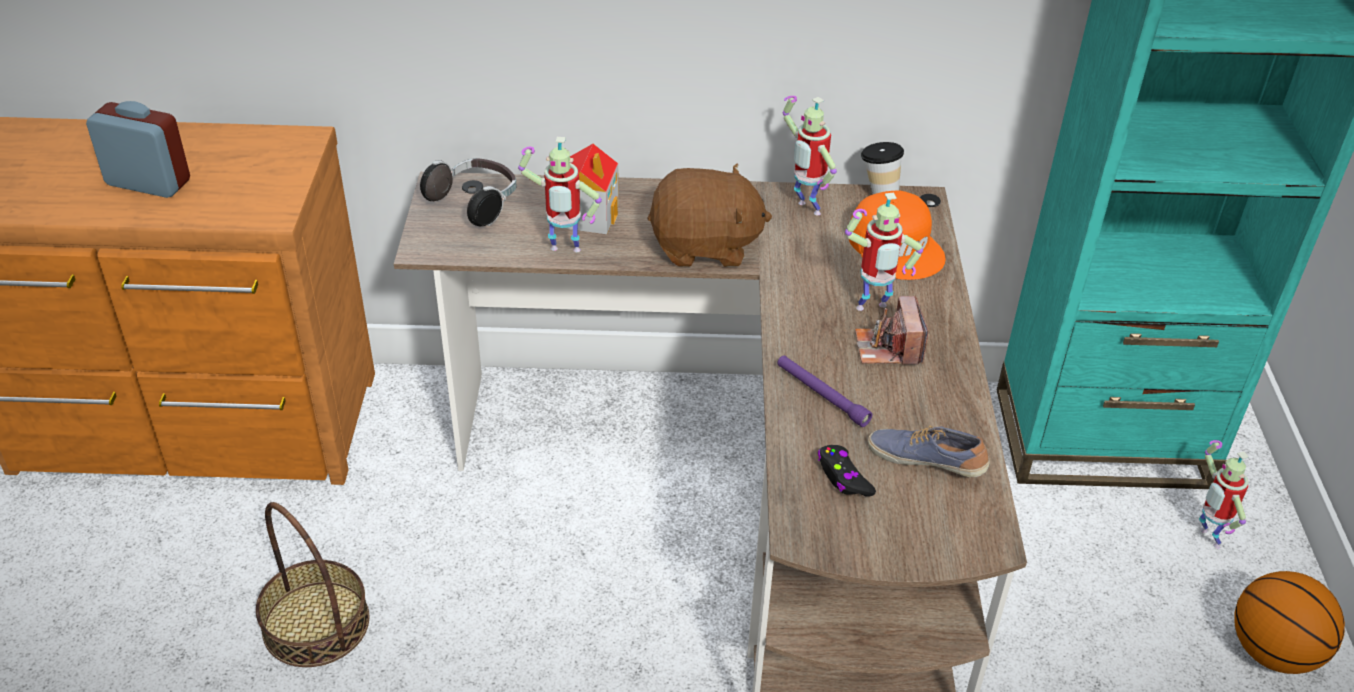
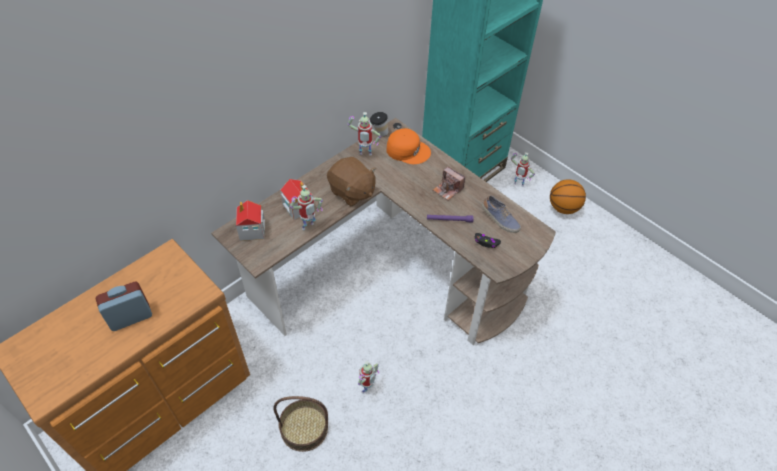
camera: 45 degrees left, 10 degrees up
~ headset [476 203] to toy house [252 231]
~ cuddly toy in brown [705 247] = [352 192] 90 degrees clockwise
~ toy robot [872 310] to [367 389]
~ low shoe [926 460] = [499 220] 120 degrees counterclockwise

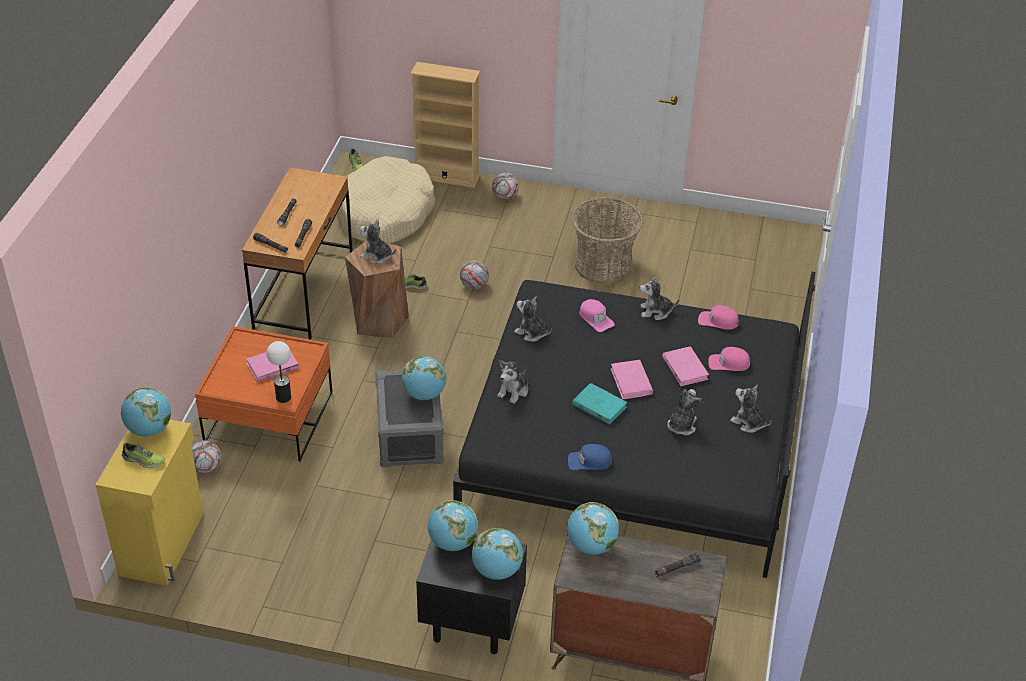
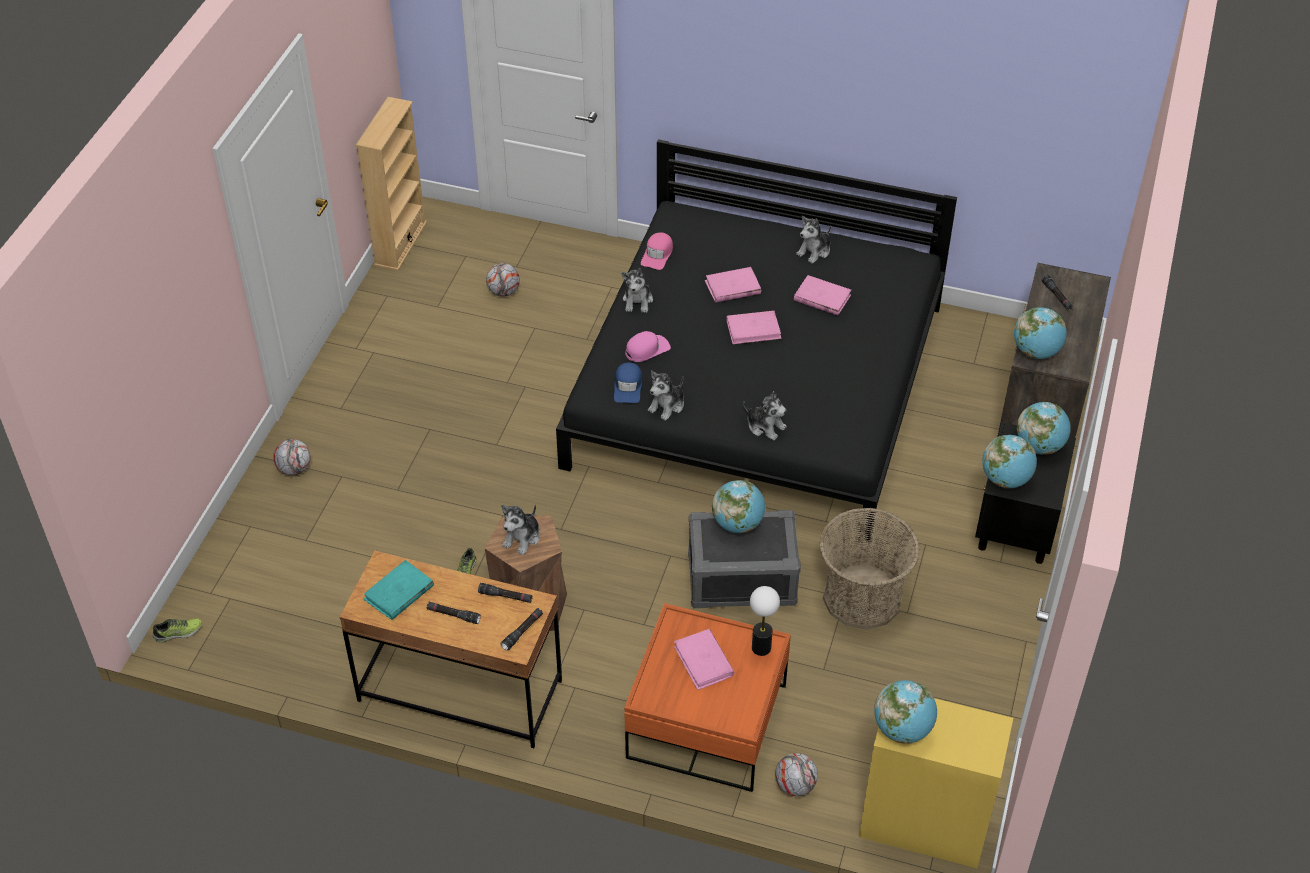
camera: 85 degrees left, 5 degrees up
~ bookshelf in sand-coloured [446 177] to [400 243]
~ volume in turquoise [599 406] to [399 593]
~ football ball [474 285] to [503 292]
~ cap in bluish [589 461] to [628 387]
~ cuddly toy [681 425] to volume in pink-coloured [821 298]
~ household basket [603 265] to [862 597]
- low shoe [143 460]
- dog cushion in sand-coloured [385 214]
- cap in pink-coloured [728 363]

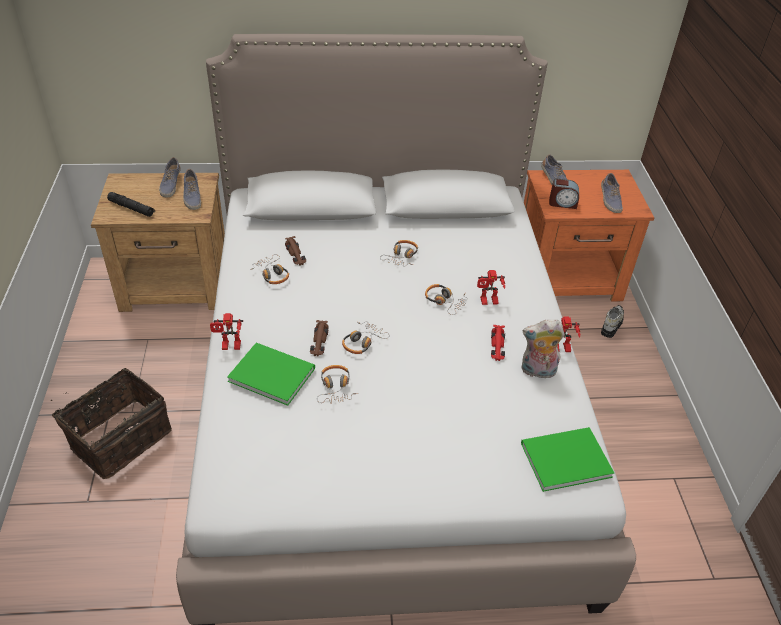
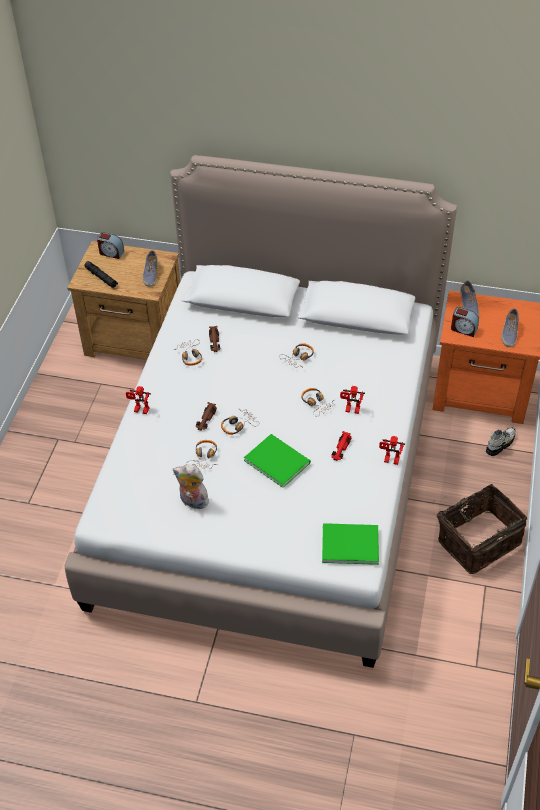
camera: 20 degrees right, 5 degrees up
+ bedside clock [111 253]
~ cuddly toy [537 371] to [192 502]
~ volume in greenish [271 373] to [276 460]
~ household basket [119 437] to [477 540]
- low shoe [170 185]

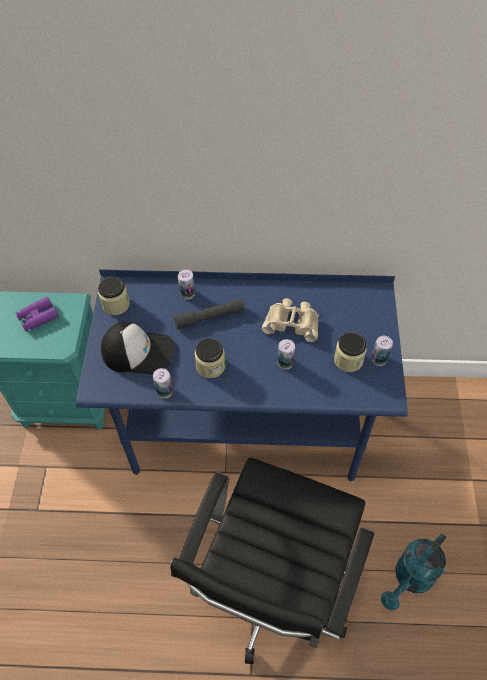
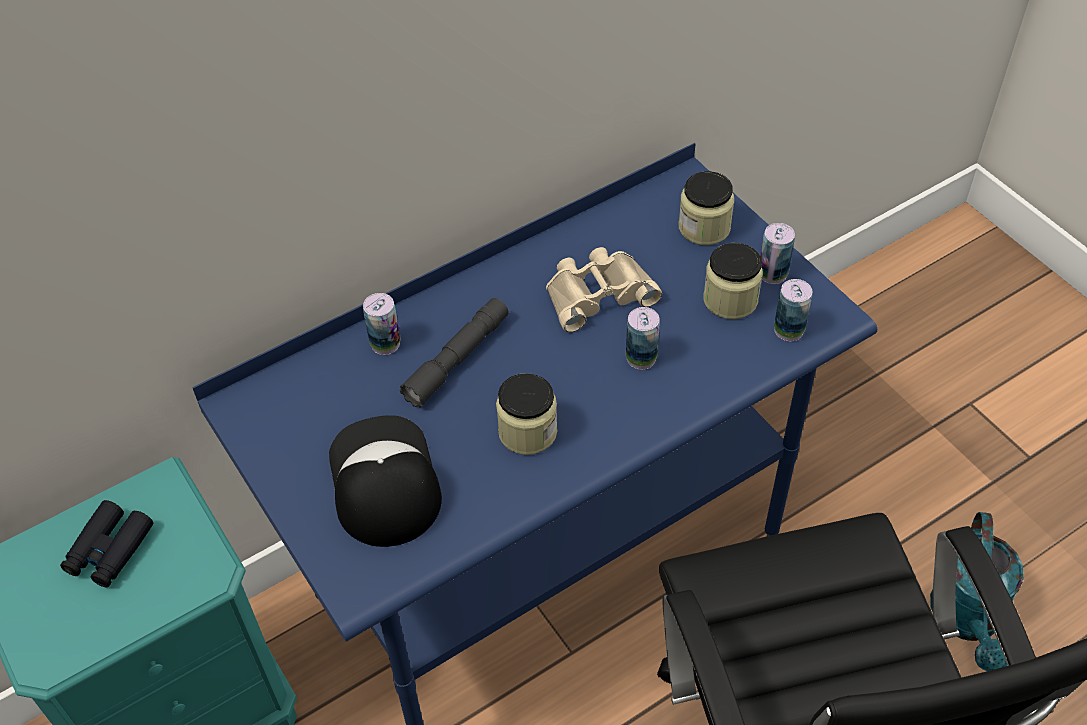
camera: 35 degrees left, 5 degrees down
~ pair of binoculars in purplish [38 317] to pair of binoculars in blackish [109 550]
~ cap [138 351] = [383 481] 75 degrees counterclockwise
~ preserve jar [116 304] to [704 227]
~ sealed can [164 391] to [788 330]

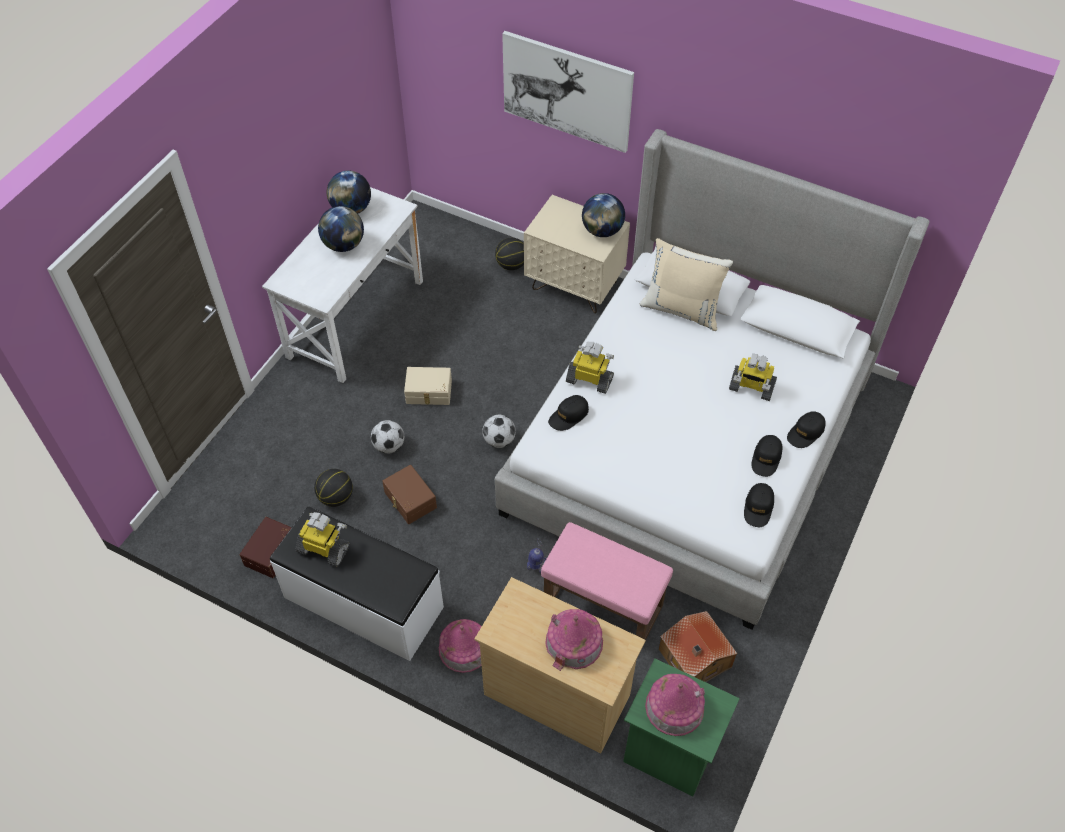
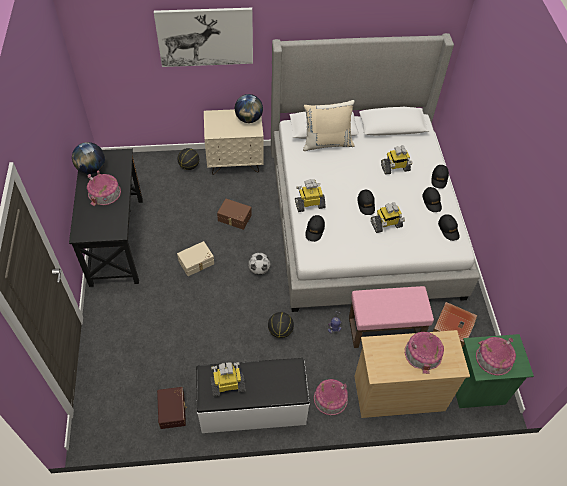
camera: 35 degrees left, 0 degrees up
~ desk in white [355 318] to desk in blackish [116 241]
~ globe [344 245] to toy house [104 193]
~ storage box in brown [409 500] to [234 218]
~ basketball [336 497] to [280 331]
+ cap in blackish [366 204]
+ toy robot [386 225]
- football ball [389 446]

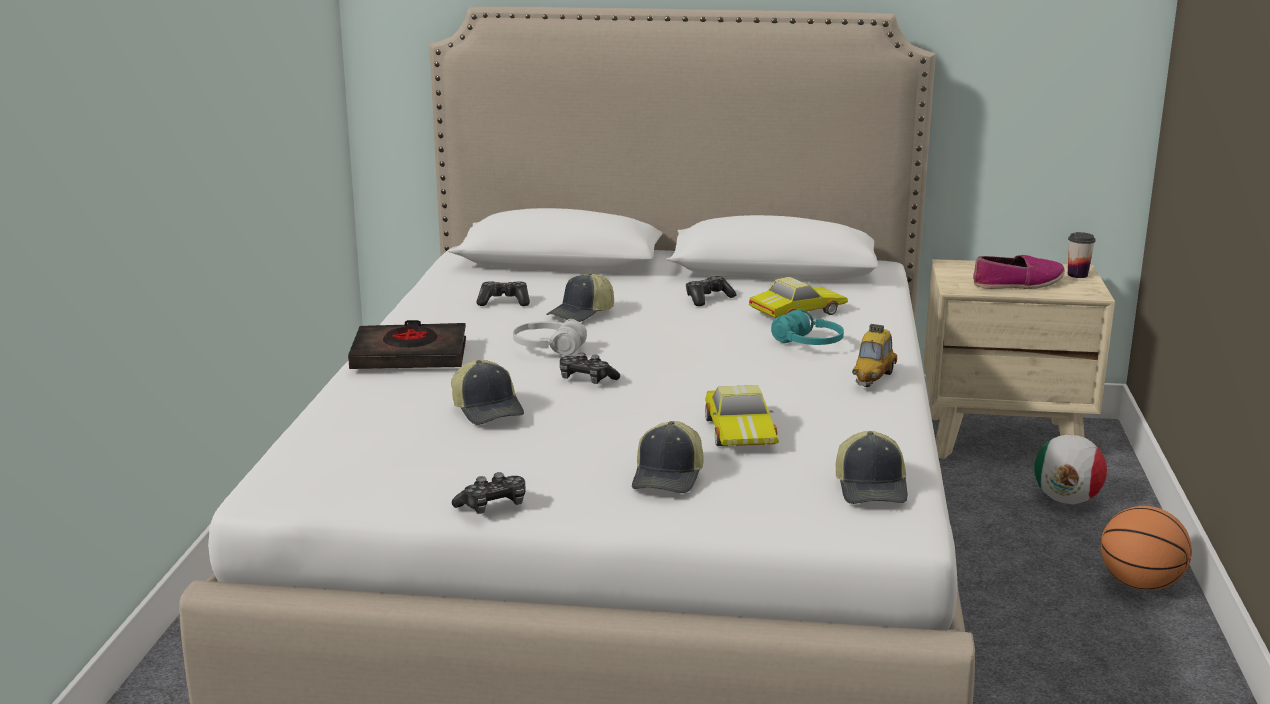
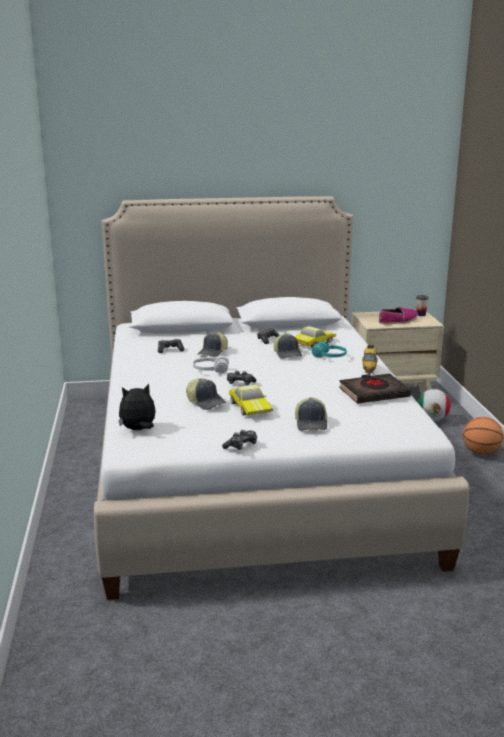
camera: 15 degrees left, 0 degrees up
+ cuddly toy [138 430]
~ model car [742 431] to [251 407]
~ cap [872 488] to [288 354]
~ volume in blackish [410 356] to [373 393]

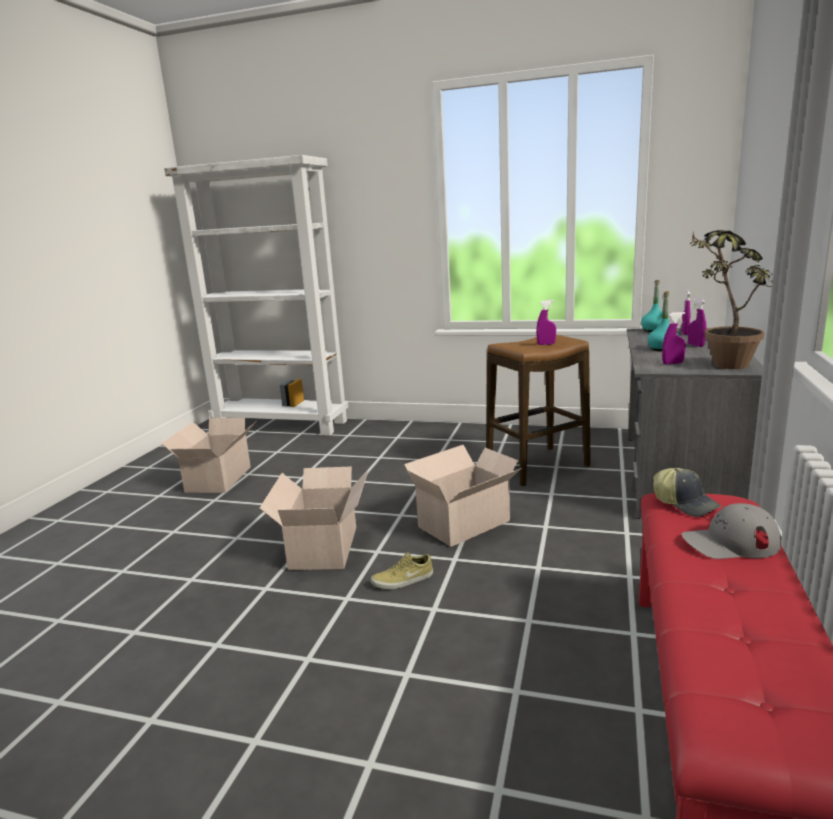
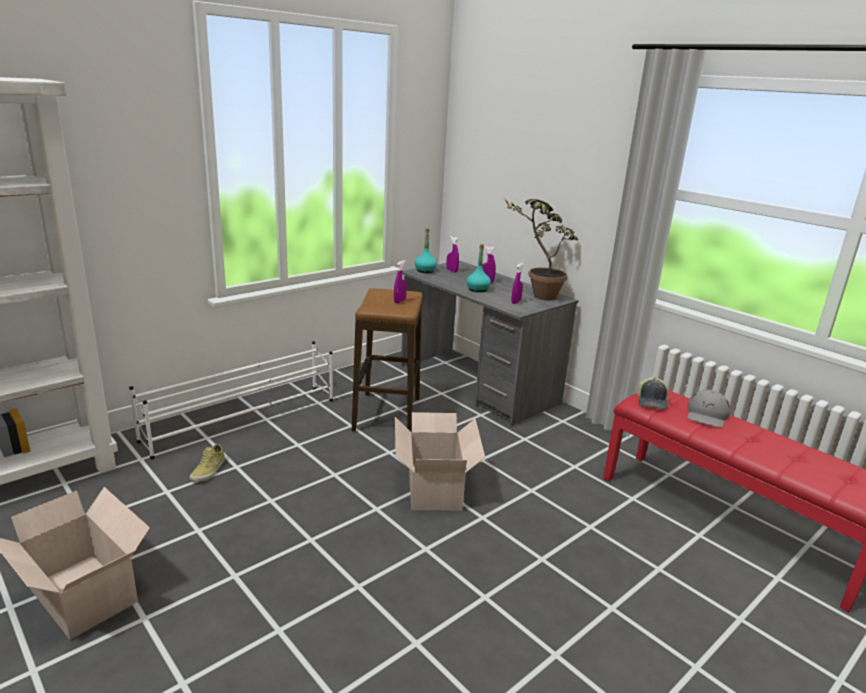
camera: 60 degrees left, 5 degrees up
+ shoe shelf in white [243 420]
~ low shoe in sand-coloured [403 580] to [209 470]
~ cap [685 503] = [652 401] 105 degrees clockwise
- carton [325 546]

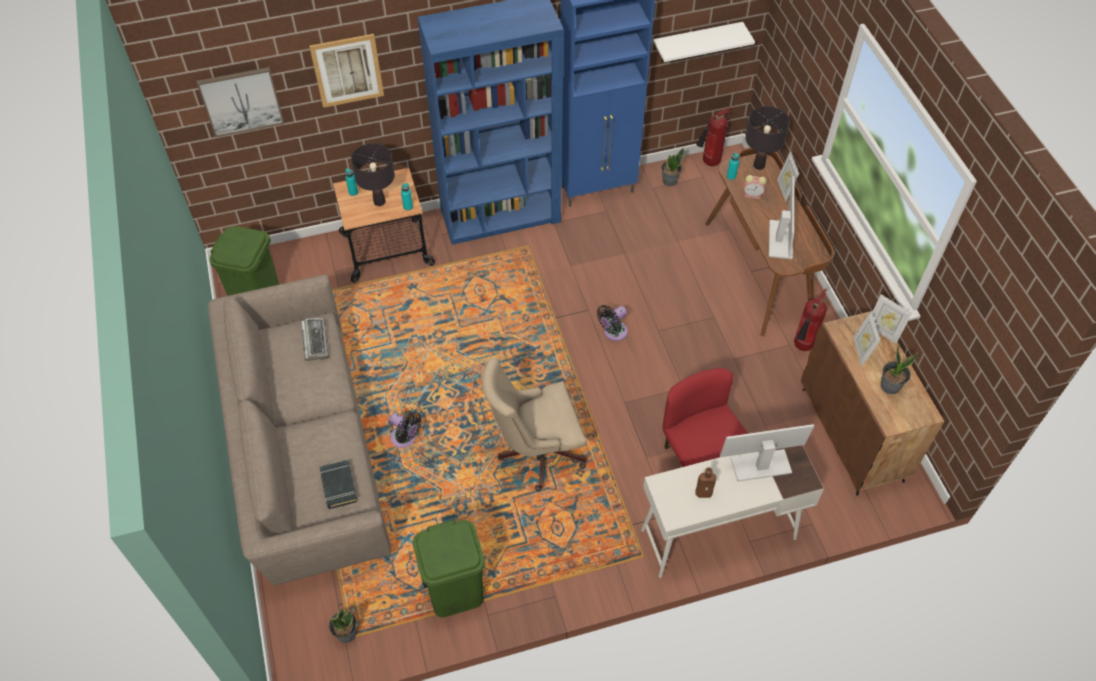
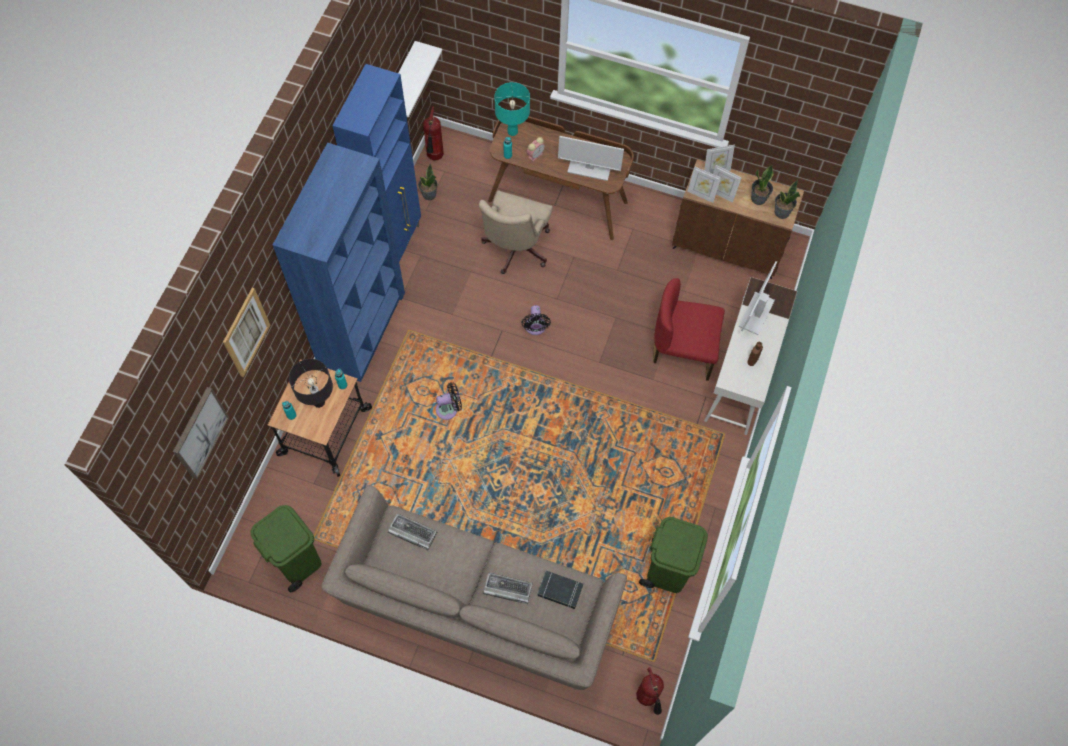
camera: 55 degrees left, 10 degrees up
~ fan in blackish [405 439] to [449 409]
~ office chair in sand-coloured [536 452] to [514 250]
+ keyboard [507 589]
~ lamp for a table in blackish [759 165] to lamp for a table in turquoise [512 131]
~ computer display [781 240] = [589 169] 150 degrees clockwise
~ fire-fighting cylinder [802 347] to [647 698]
~ picture frame [784 190] to [701 194]
~ plant in a pot [346 633] to [781 212]

